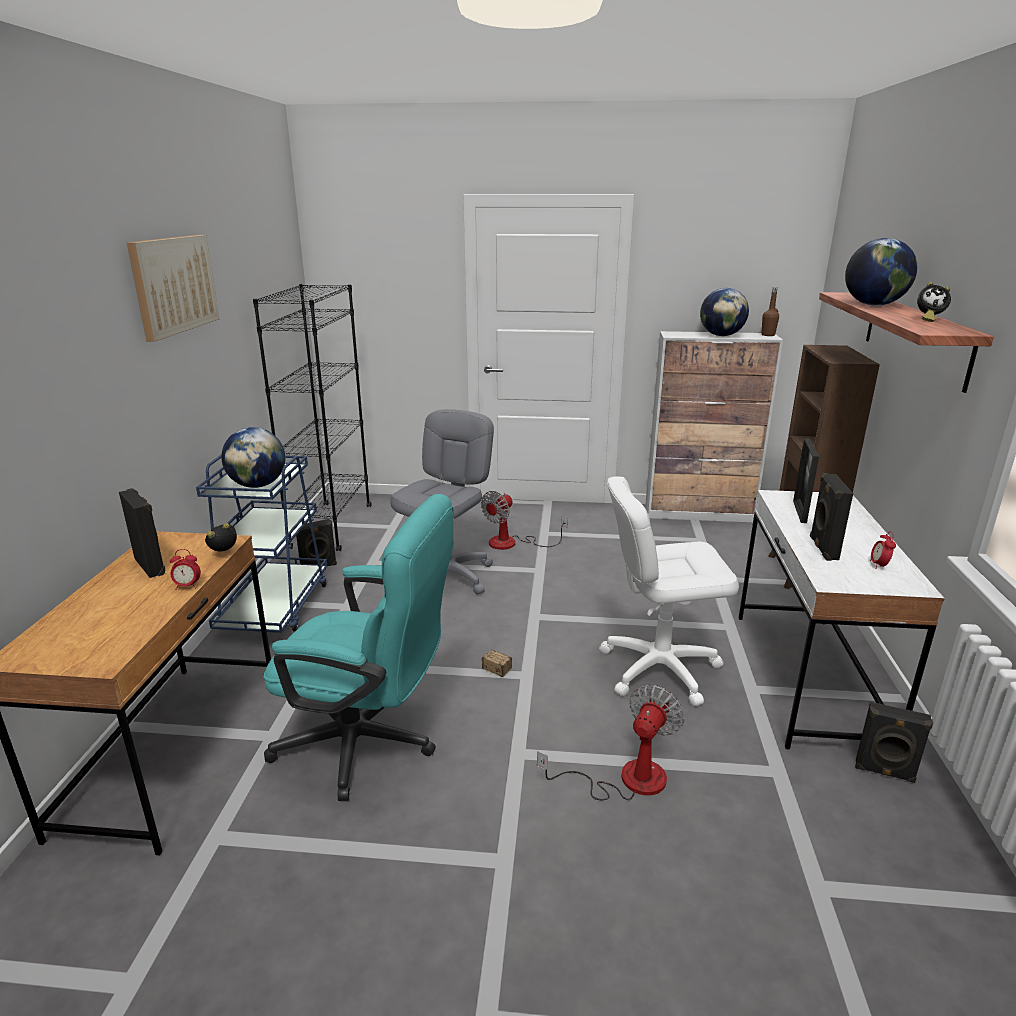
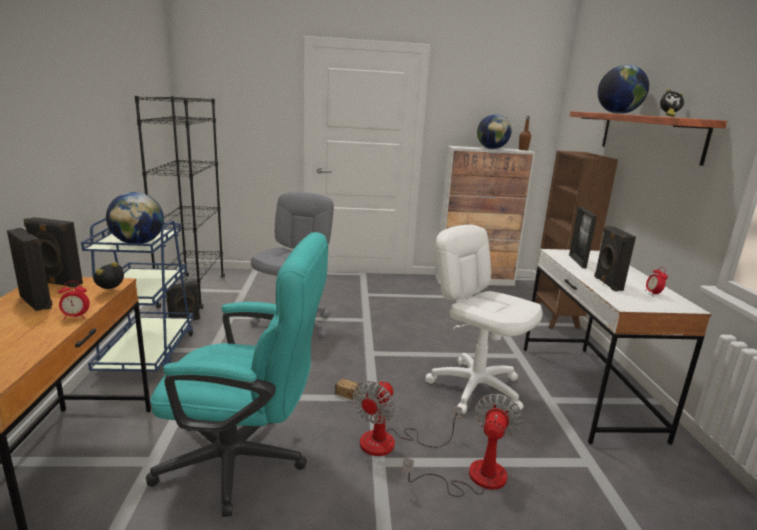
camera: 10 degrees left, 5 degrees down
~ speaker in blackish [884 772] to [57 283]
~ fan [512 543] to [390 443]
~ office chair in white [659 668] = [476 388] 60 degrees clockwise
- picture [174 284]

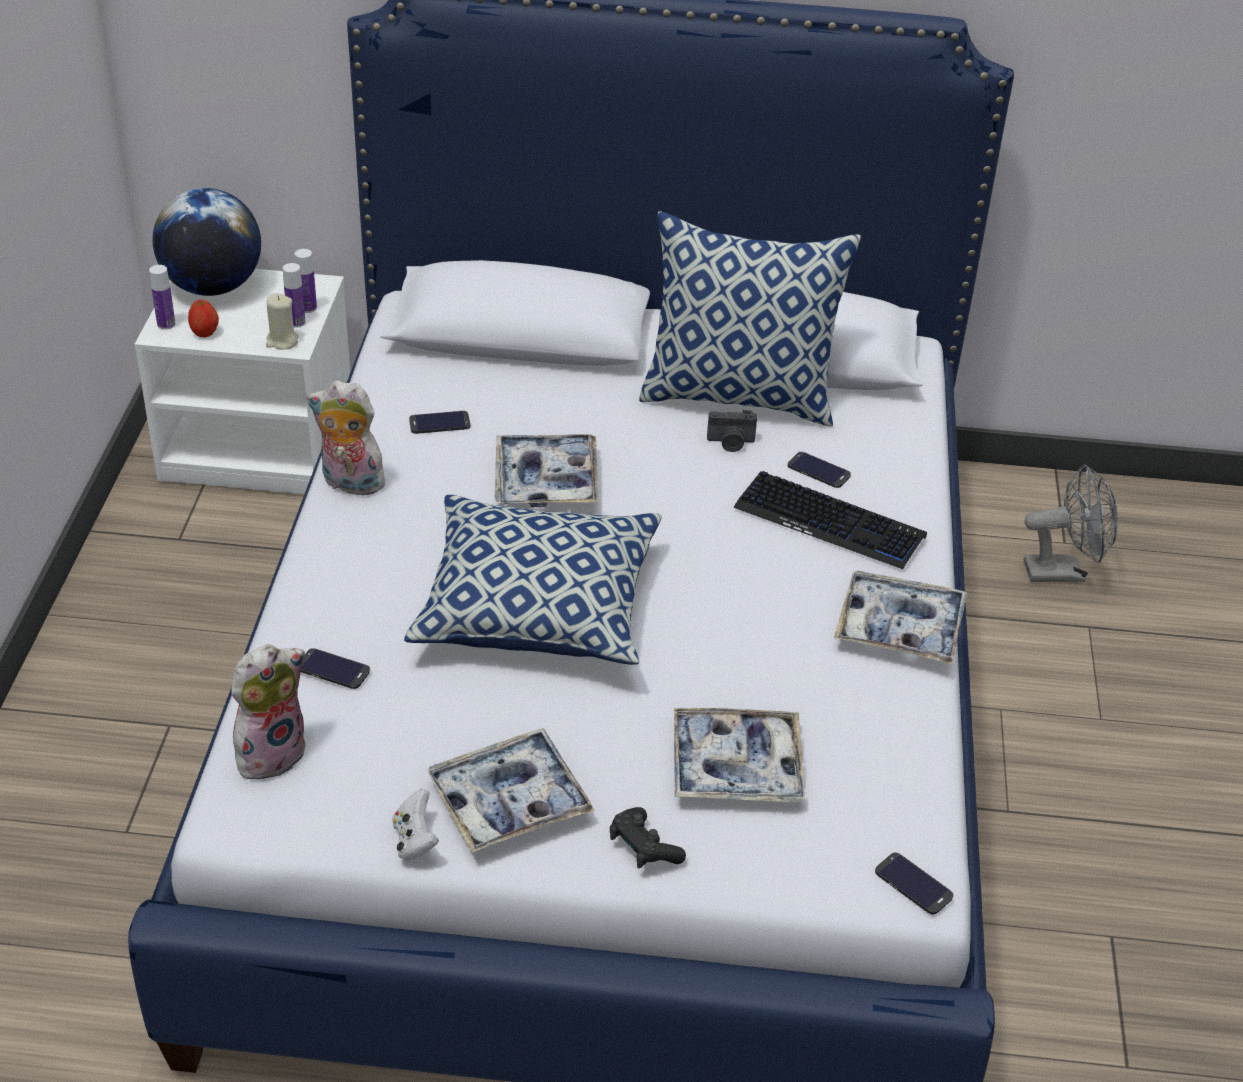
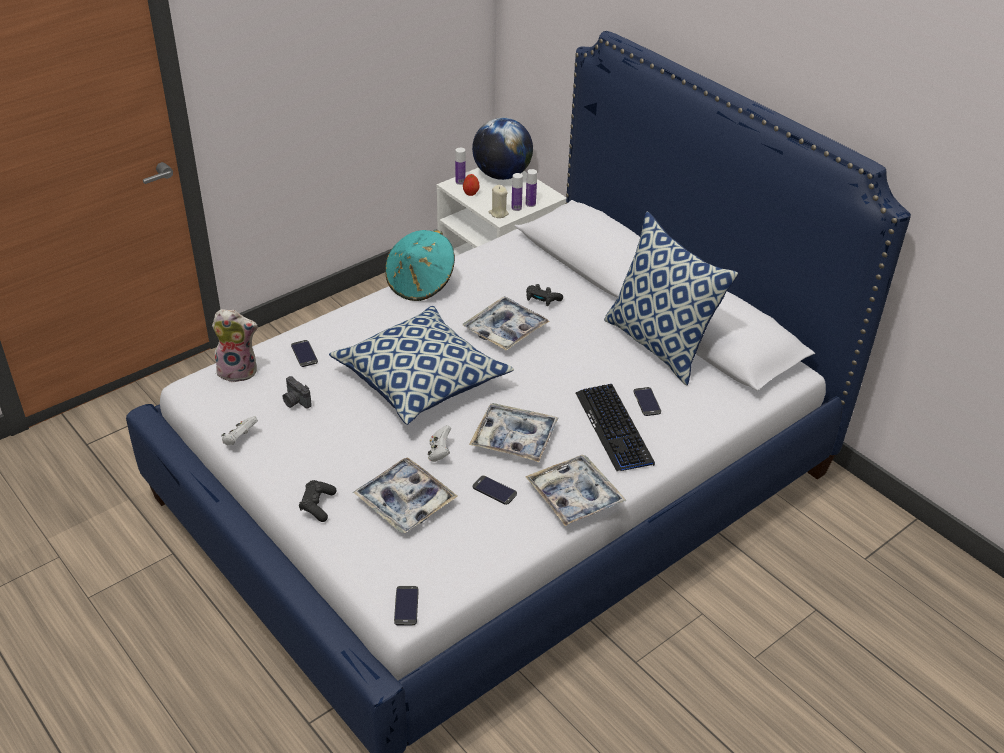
camera: 45 degrees right, 0 degrees up
~ still camera [731 443] to [295 402]
~ cuddly toy [349 484] to hat in turquoise [420 284]
+ gamepad in white [439 452]
~ serving tray [509 801] to [514 439]
~ handset [439 423] to [494 490]
+ gamepad in blackish [542 300]
- fan in greyish [1063 571]

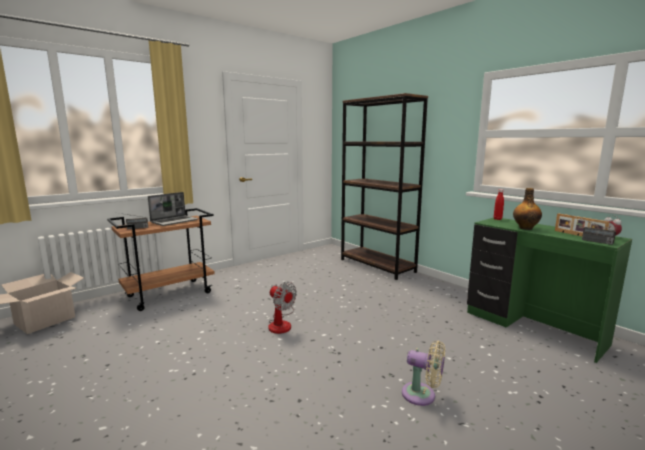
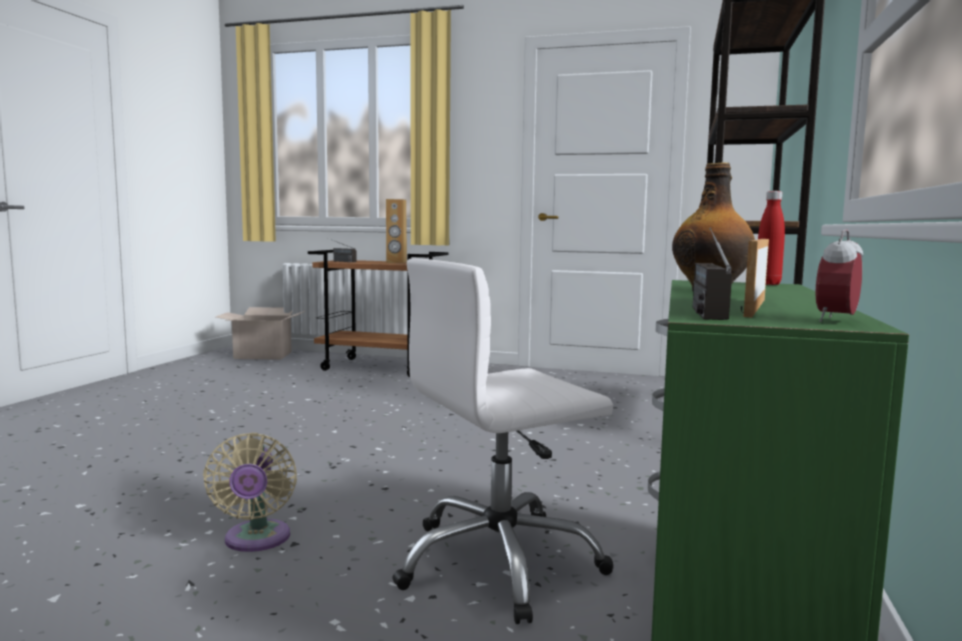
camera: 55 degrees right, 5 degrees down
~ notebook computer [175 221] to speaker in brown [396 262]
+ office chair in white [499 563]
- fan [281 323]

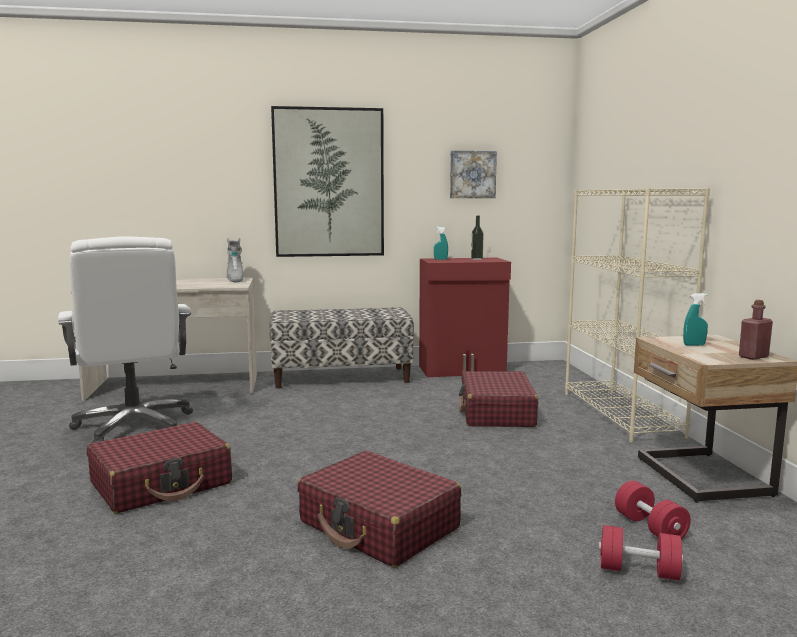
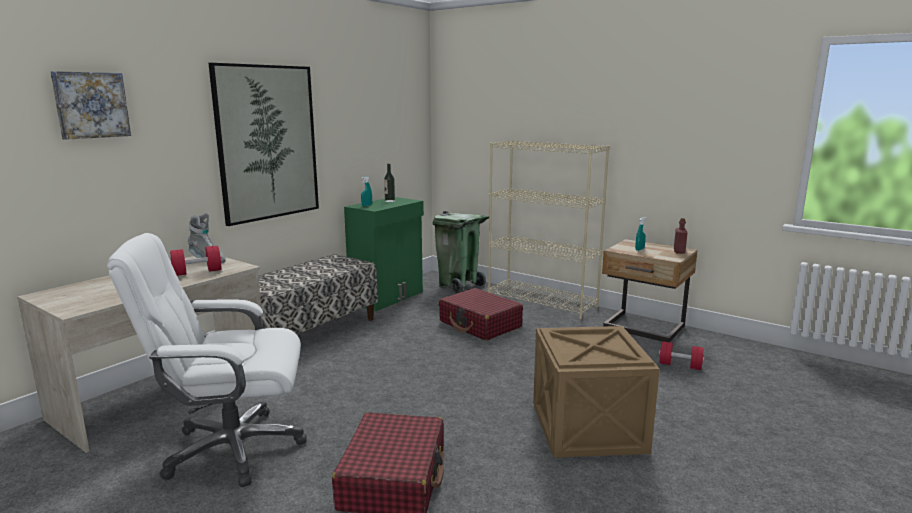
camera: 45 degrees left, 5 degrees up
~ picture [472 174] to [91 105]
~ office chair in white [134 426] = [232 449] 150 degrees clockwise
~ hand weight in red [638 571] to [197 272]
~ storage cabinet in red [462 370] to storage cabinet in greenish [388 297]
+ waste bin in greenish [458 286]
~ suitcase in red [379 526] to crate [586 428]

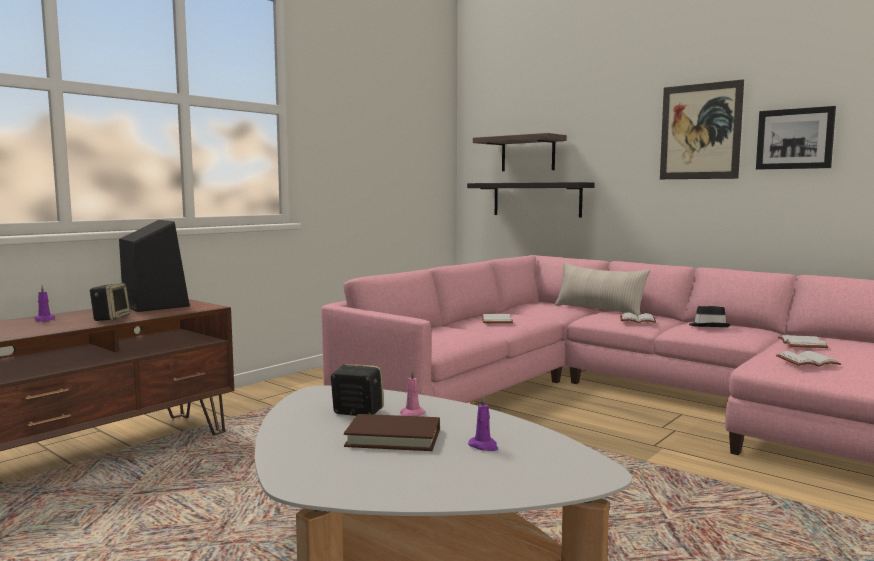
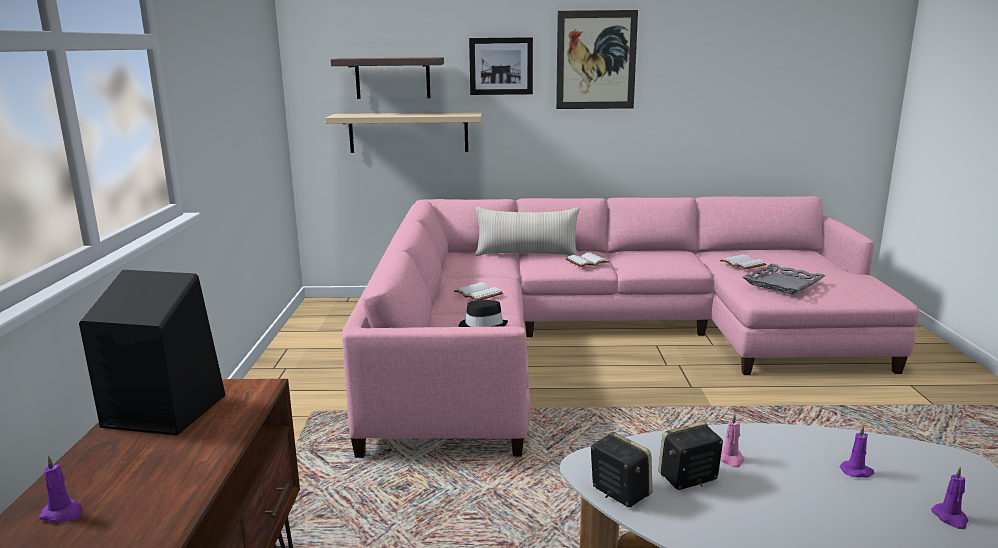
camera: 40 degrees left, 10 degrees up
~ shelf in blackish [536 199] to shelf in sand-coloured [408 132]
~ hat in blackish [709 326] to [482 326]
~ picture [795 139] to [501 66]
~ speaker [111 318] to [618 492]
~ volume in white [807 362] to serving tray in greyish [783 284]
+ wax light in purplish [950 518]
- volume in brown [393 438]

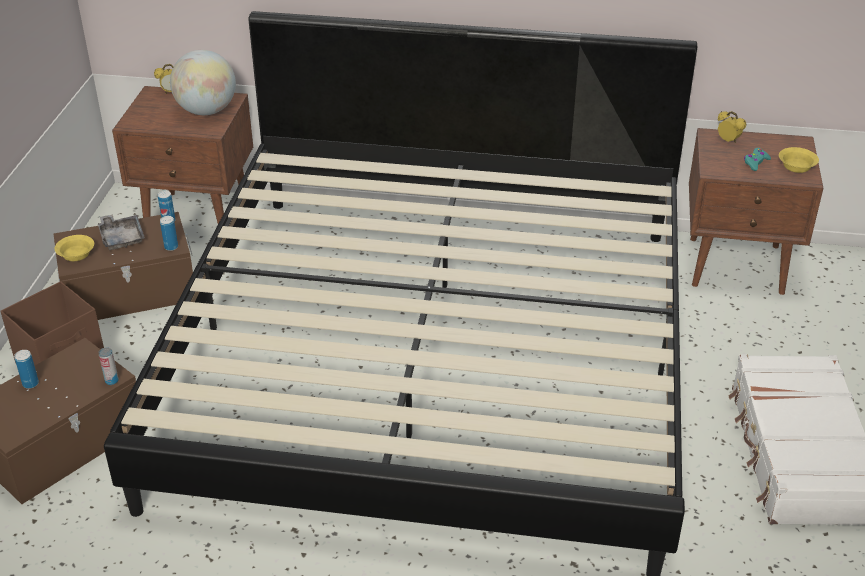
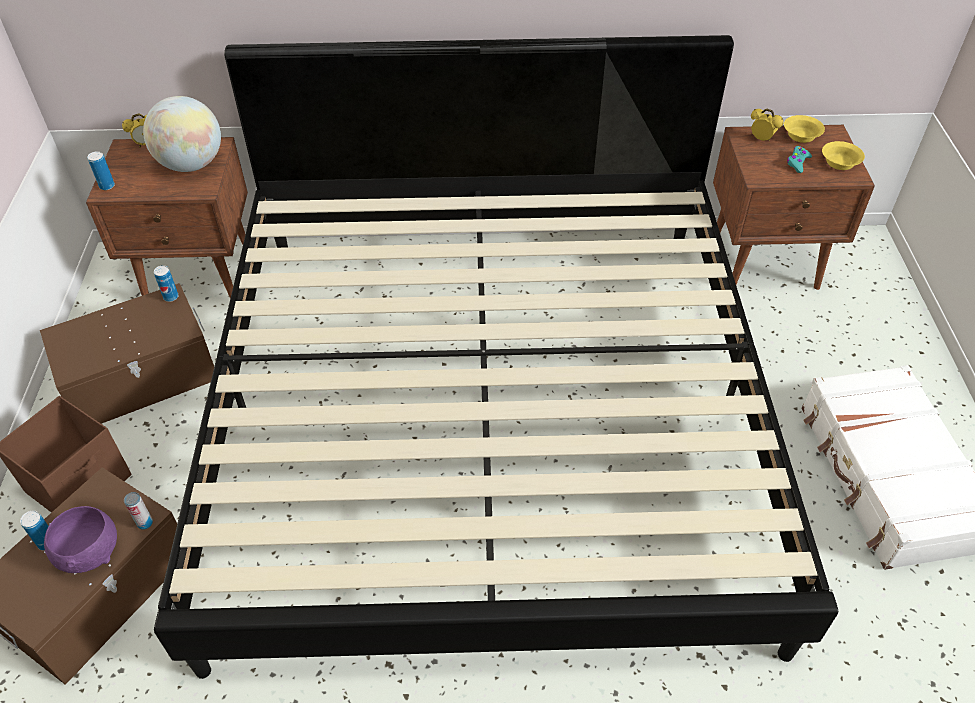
camera: 10 degrees left, 10 degrees up
+ bowl in purplish [91 553]
~ sealed can [171 247] to [107 186]
~ bowl in yellow-coloured [75 255] to [801 136]
- serving tray in greyish [121 238]

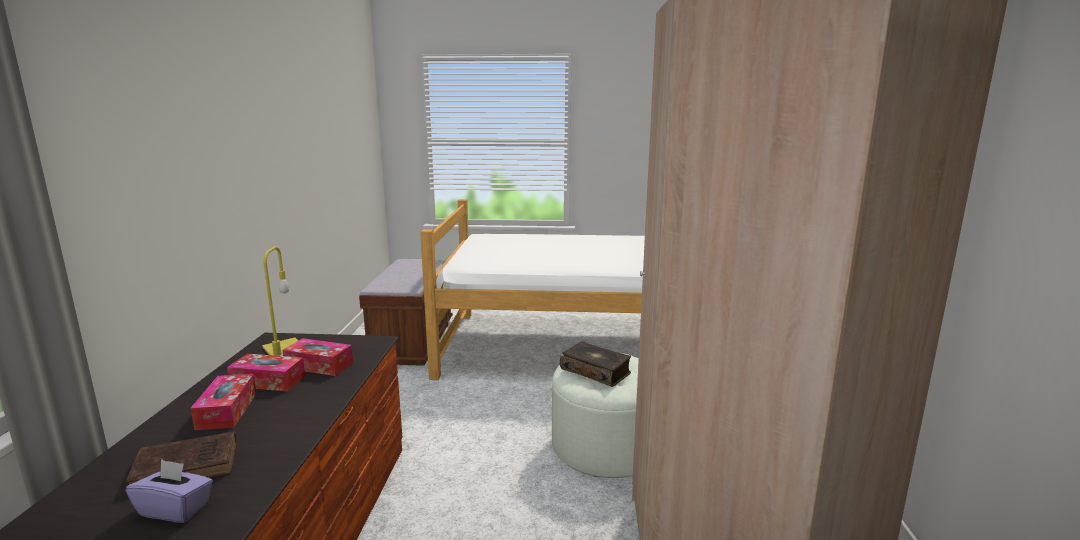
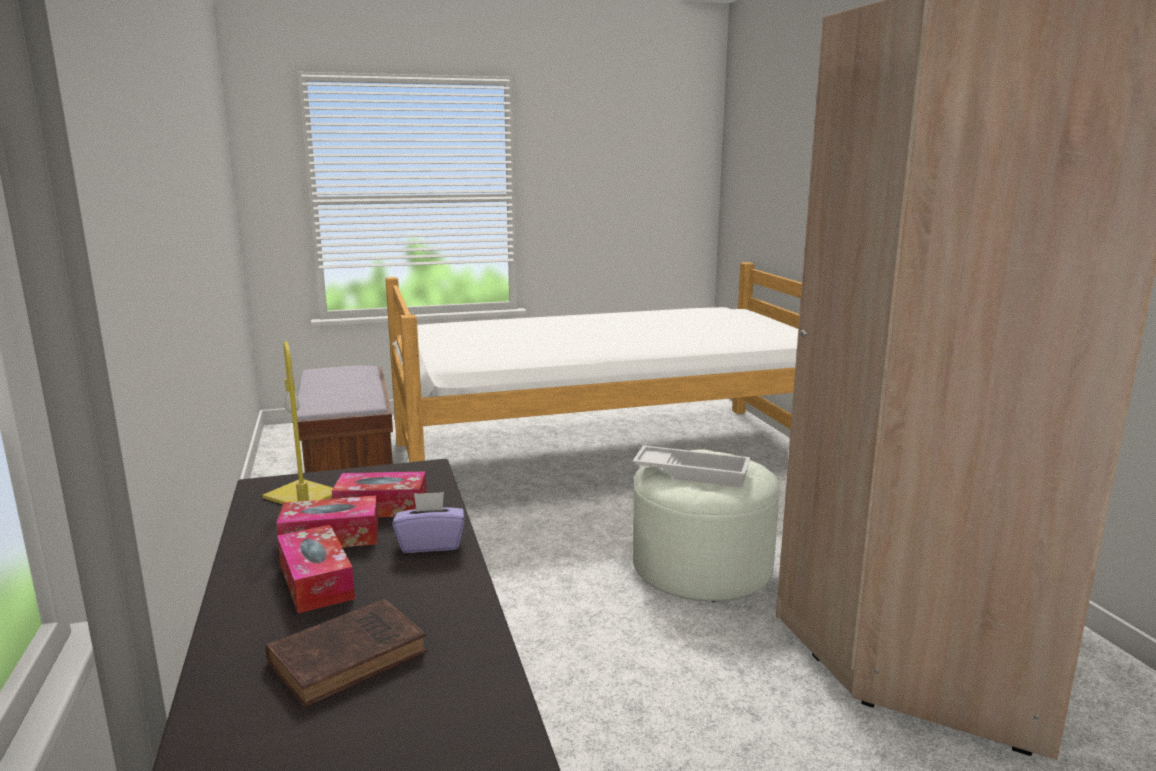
camera: 20 degrees left, 0 degrees up
~ tissue holder in purplish [175 509] to [431 544]
~ volume [596 371] to serving tray in white [692 472]

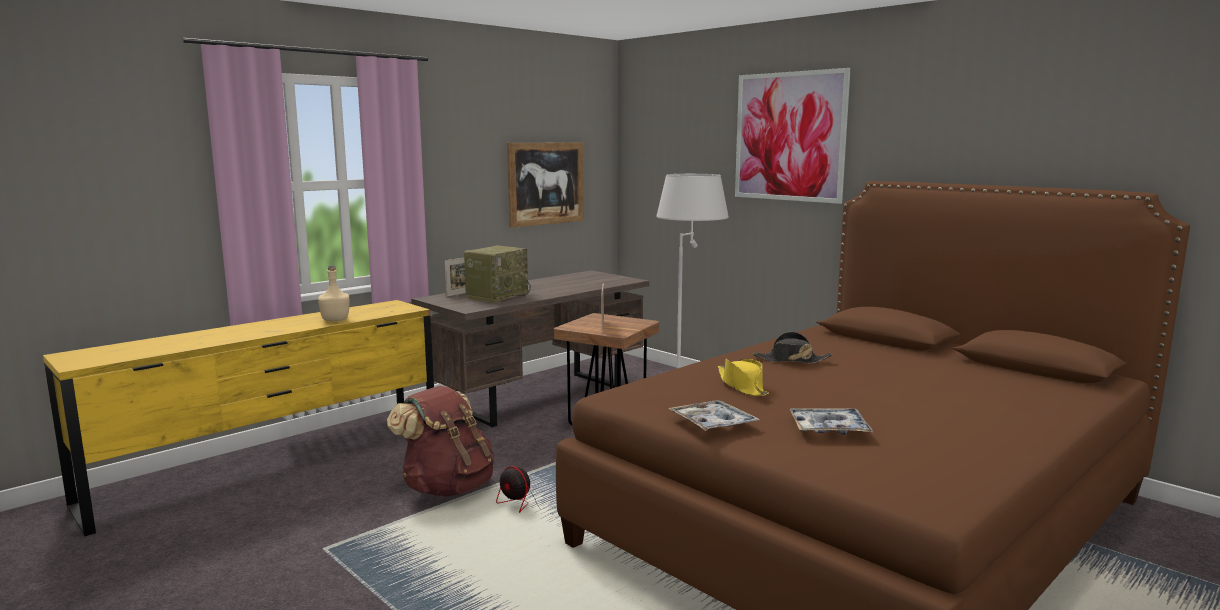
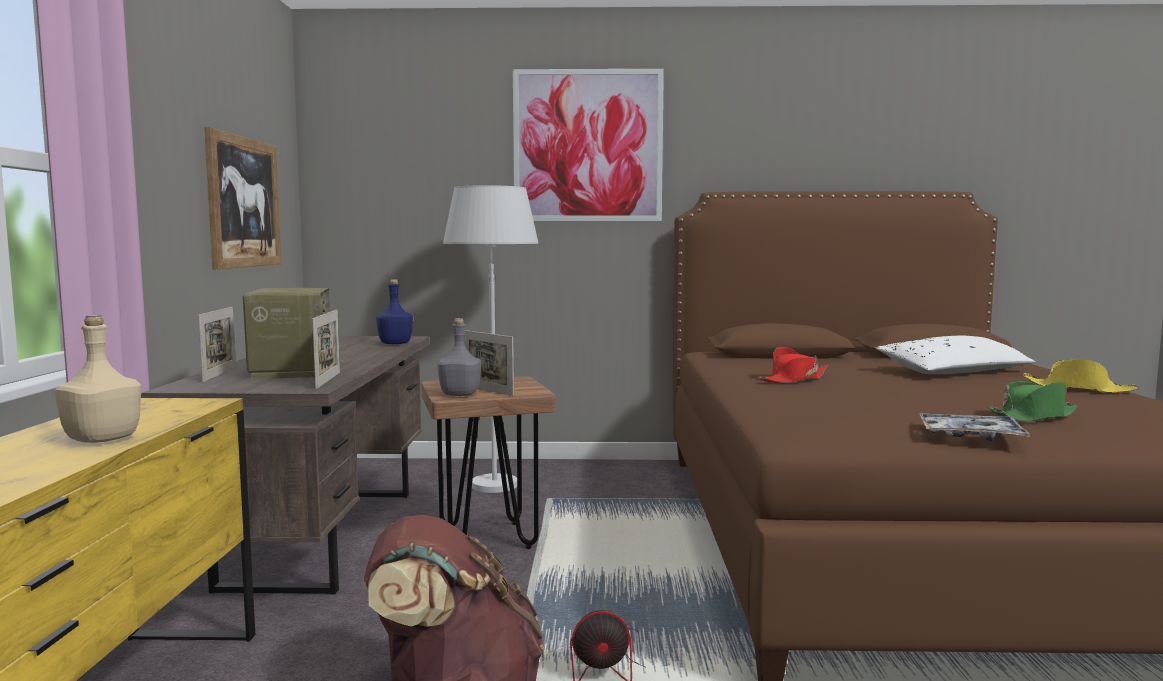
camera: 45 degrees left, 5 degrees down
+ picture frame [328 380]
+ bottle in bluish [394 343]
+ bottle in greyish [459 394]
~ hat in blackish [791 360] to hat in red [793 379]
+ pillow in white [953 372]
~ serving tray [829 429] to hat in greenish [1033 417]
~ hat in yellow-coloured [742 386] to [1078 389]

